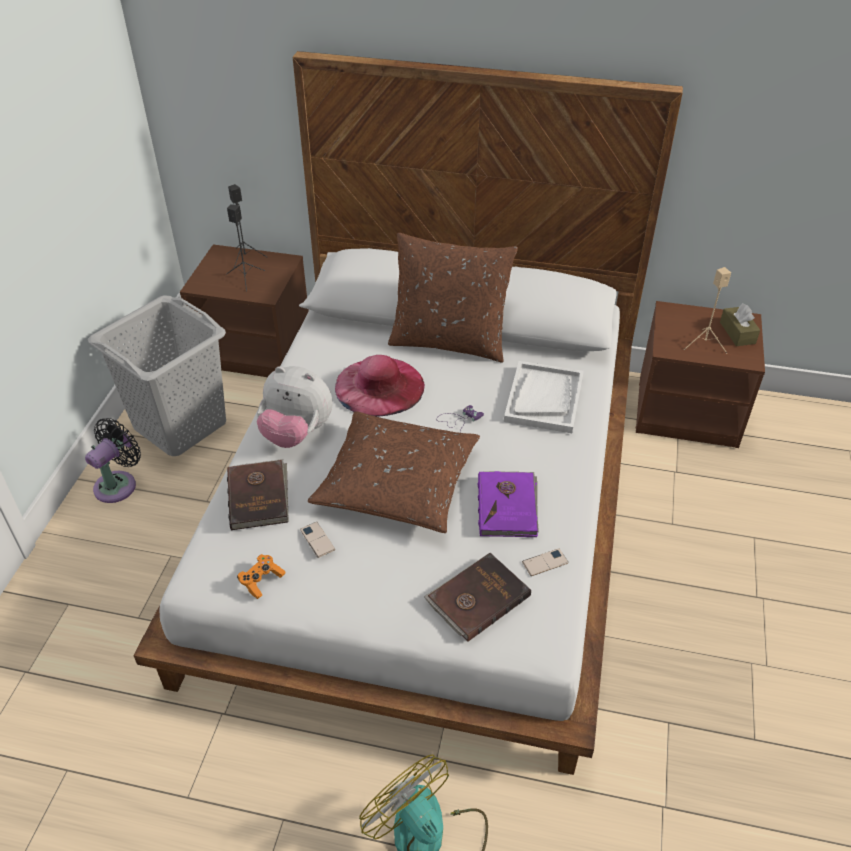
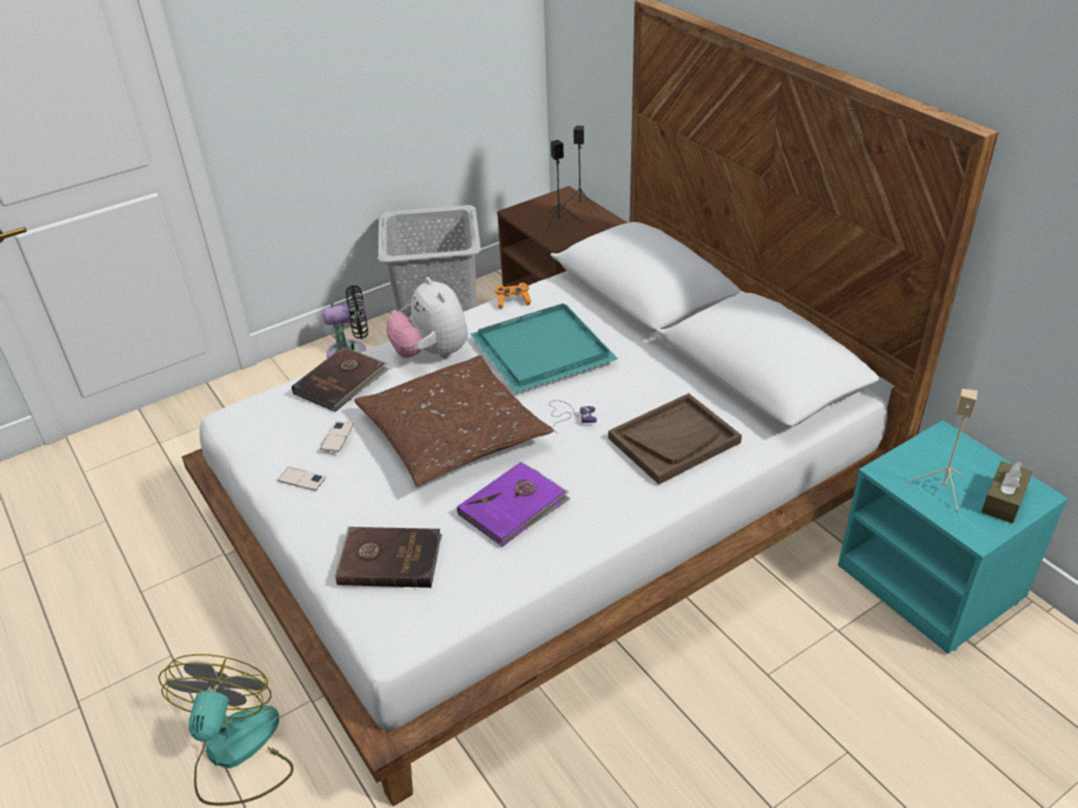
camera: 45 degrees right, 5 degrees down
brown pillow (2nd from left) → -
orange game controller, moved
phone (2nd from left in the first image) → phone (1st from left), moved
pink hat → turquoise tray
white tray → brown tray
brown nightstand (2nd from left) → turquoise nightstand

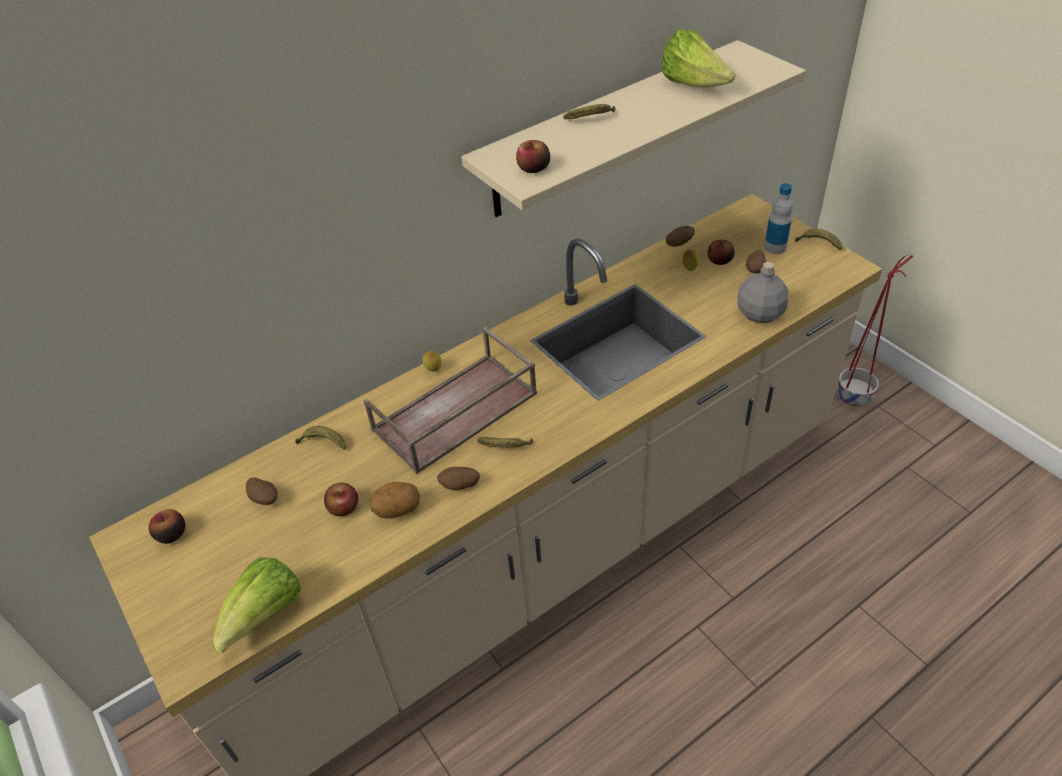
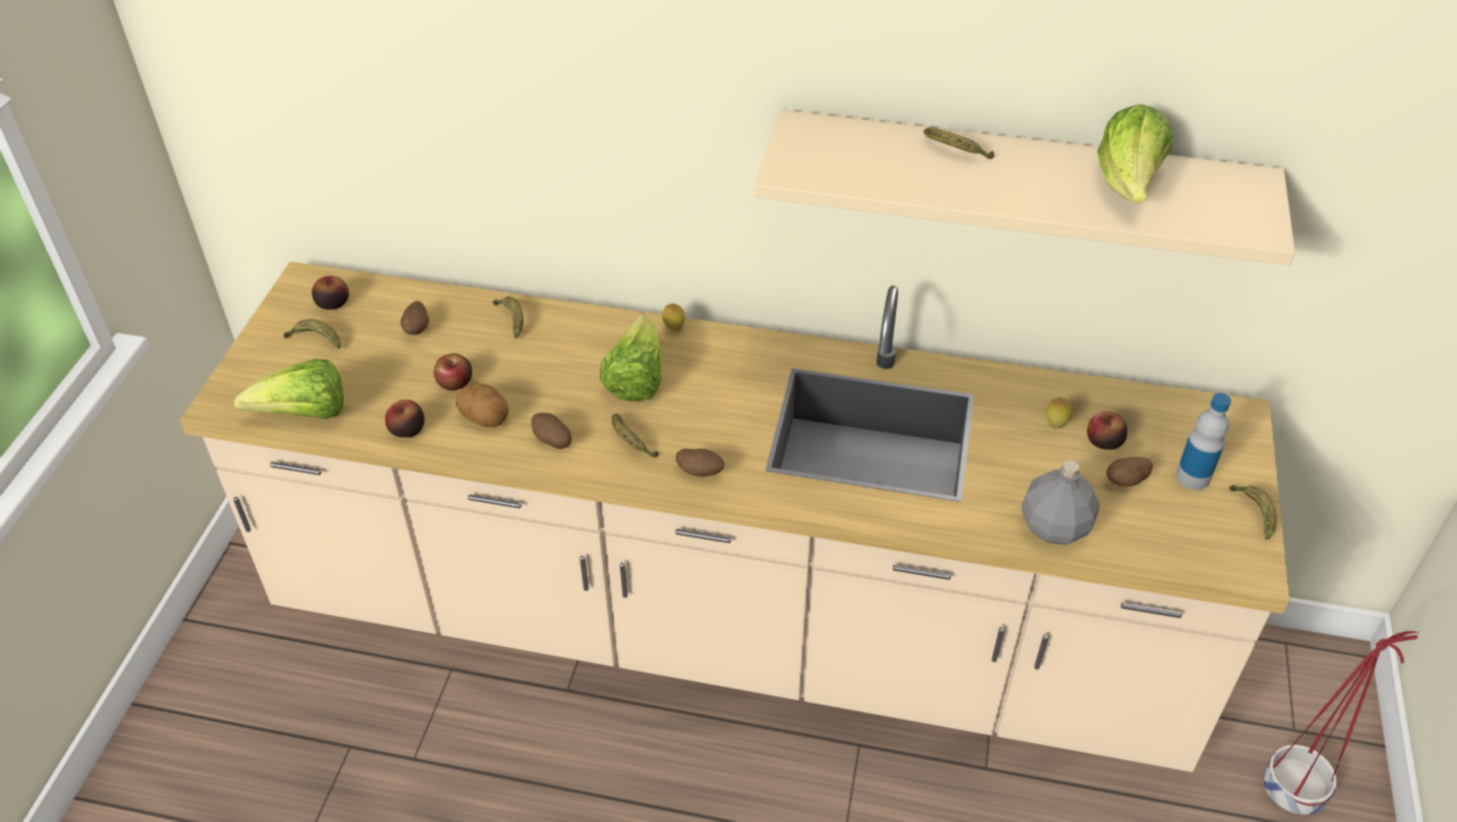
camera: 45 degrees right, 0 degrees up
- → banana (1st from left)
apple (3rd from left in the first image) → apple (2nd from left), moved
potato (4th from left), moved
brown tray → lettuce (2nd from left)

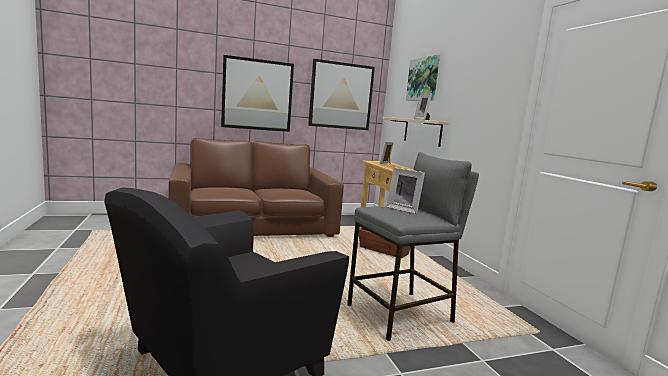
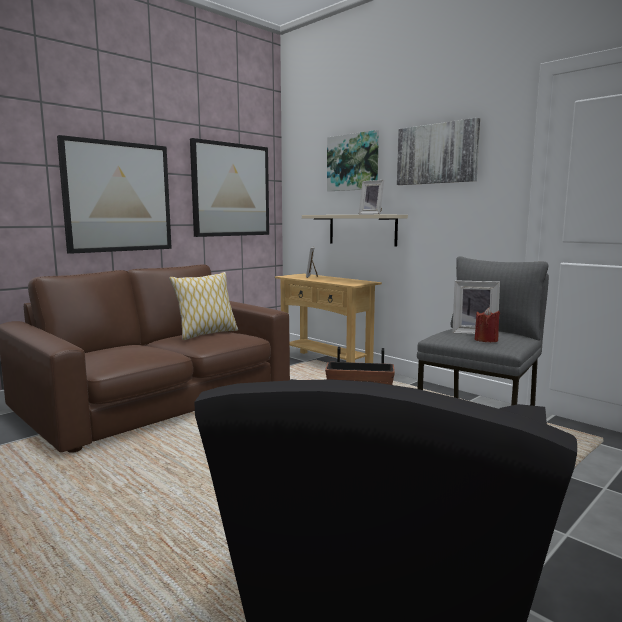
camera: 25 degrees left, 0 degrees up
- → pillow
- → picture (4th from left)
- → red candle

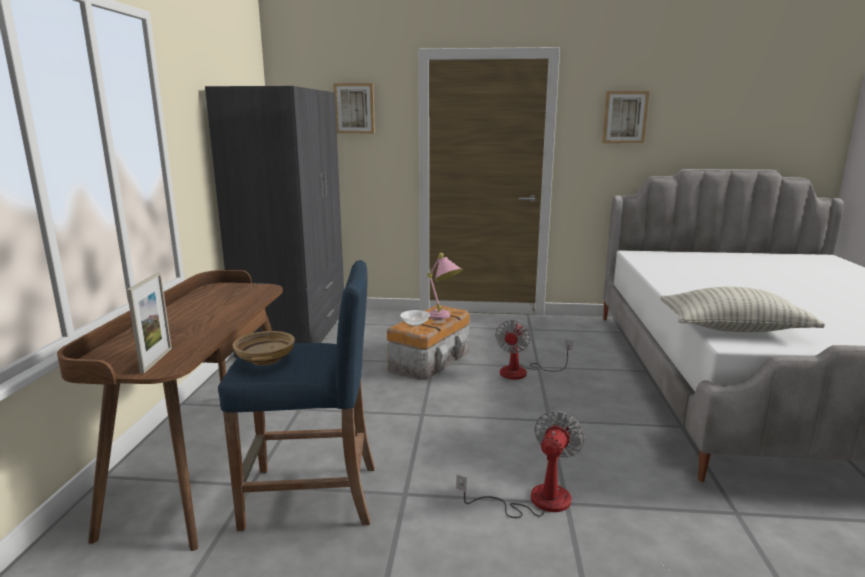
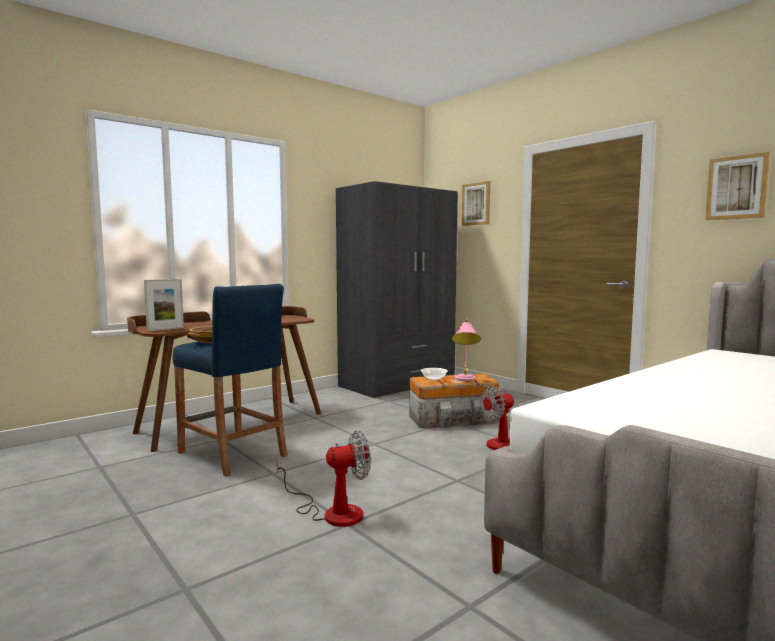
camera: 45 degrees right, 10 degrees down
pillow → -

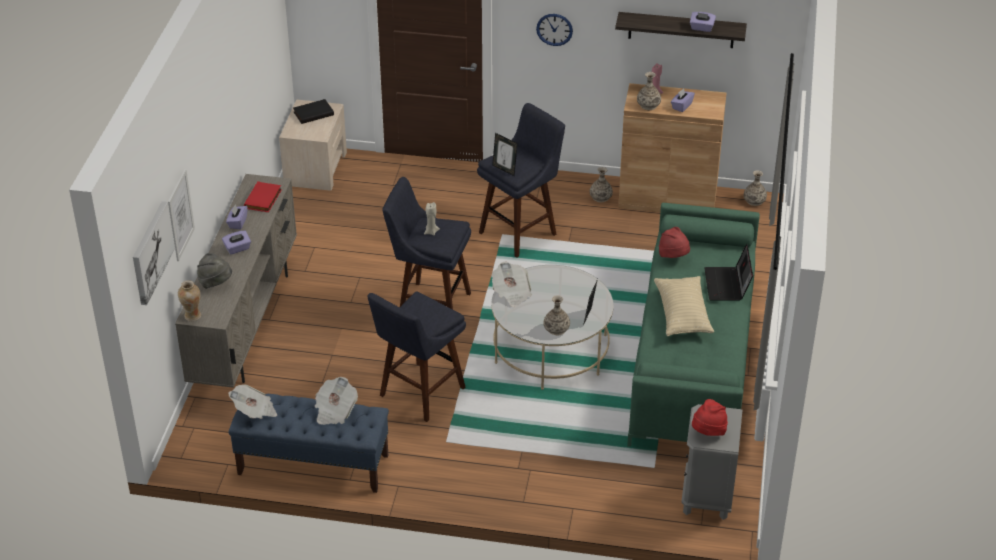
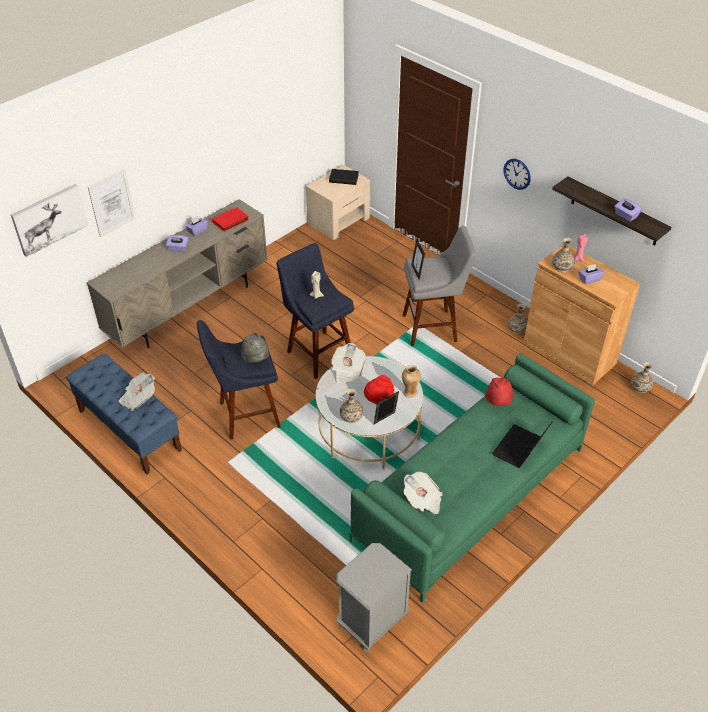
camera: 35 degrees right, 5 degrees up
beige pillow → -
vase (1st from left in the first image) → vase (2nd from left), moved
grey hat, moved
newspaper (1st from left in the first image) → newspaper (3rd from left), moved
red hat (2nd from left in the first image) → red hat (1st from left), moved
blue stool (3rd from left) → grey stool

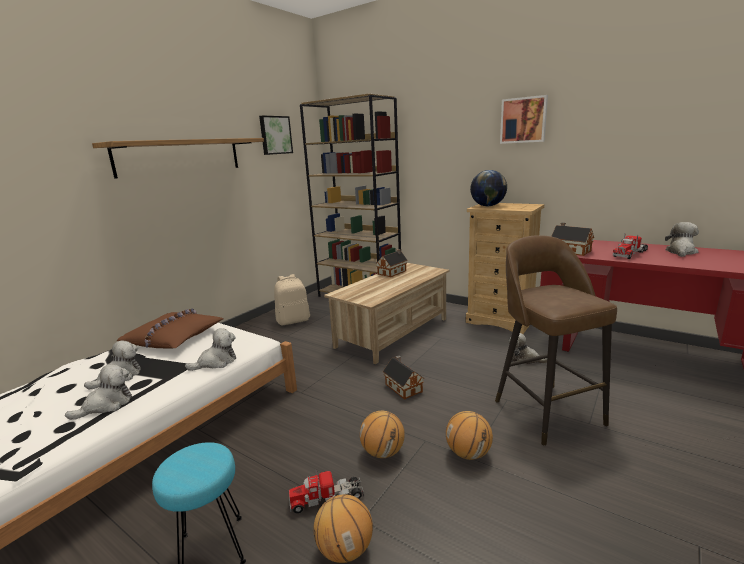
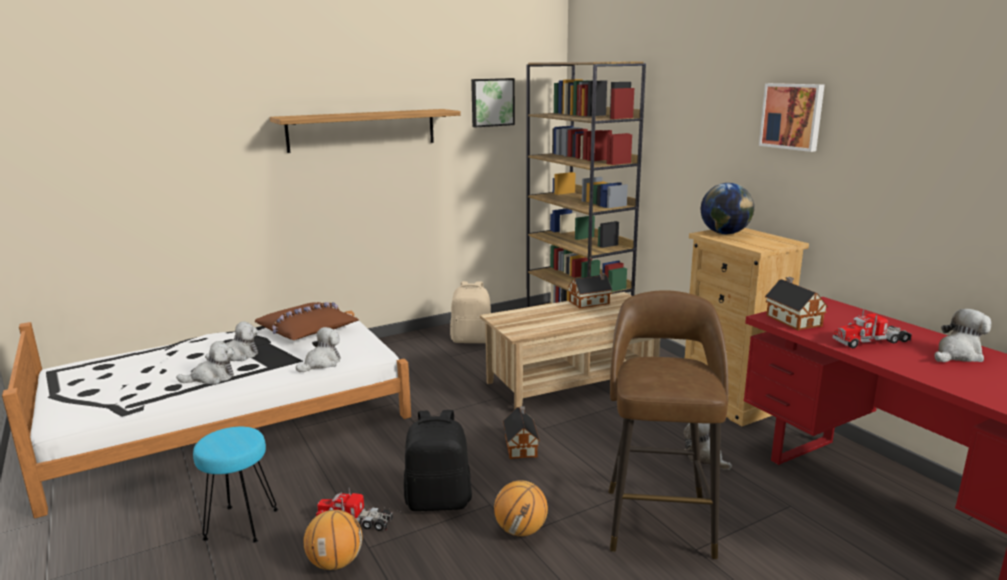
camera: 25 degrees right, 0 degrees up
basketball (2nd from left) → black backpack
plush toy (3rd from left), 45 degrees counterclockwise

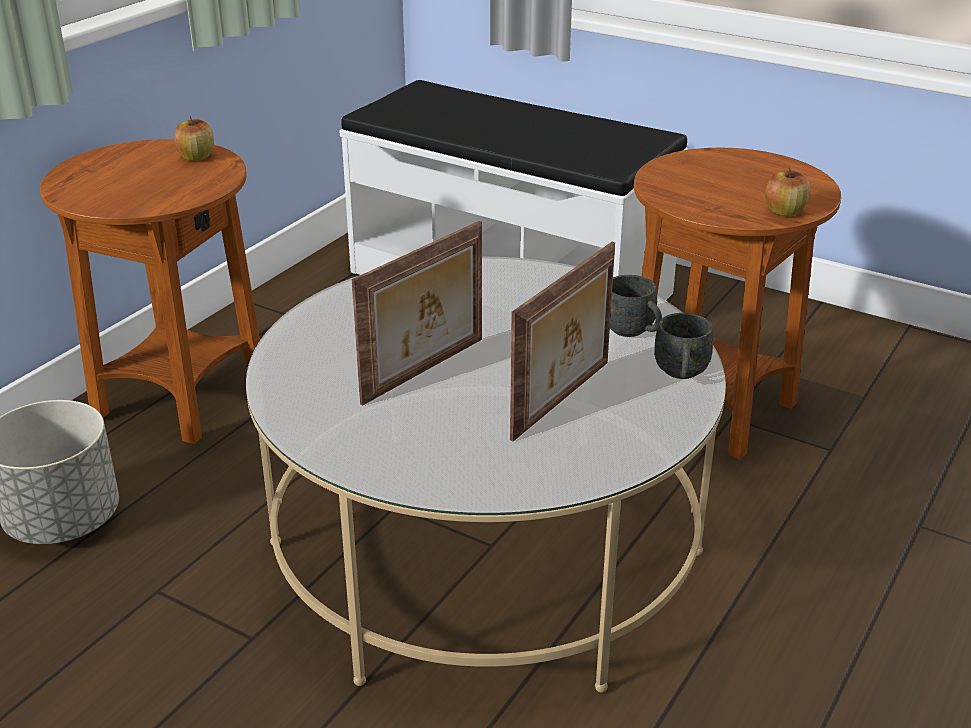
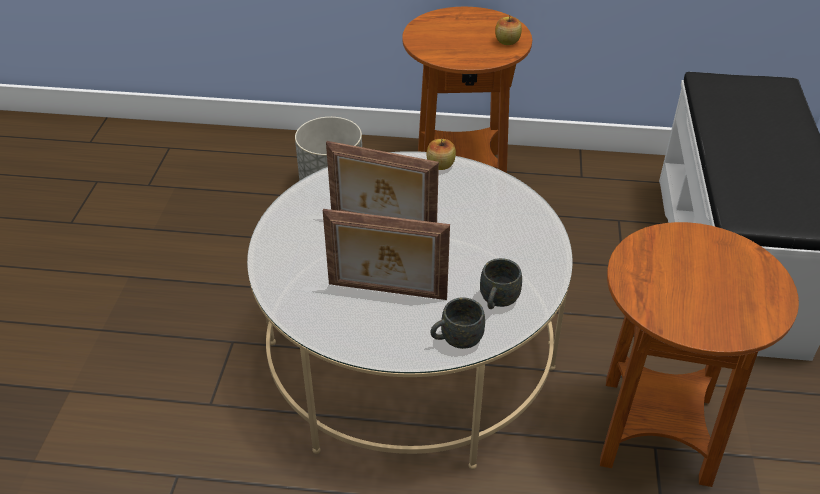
camera: 65 degrees right, 10 degrees up
apple (2nd from left in the first image) → apple (1st from left), moved

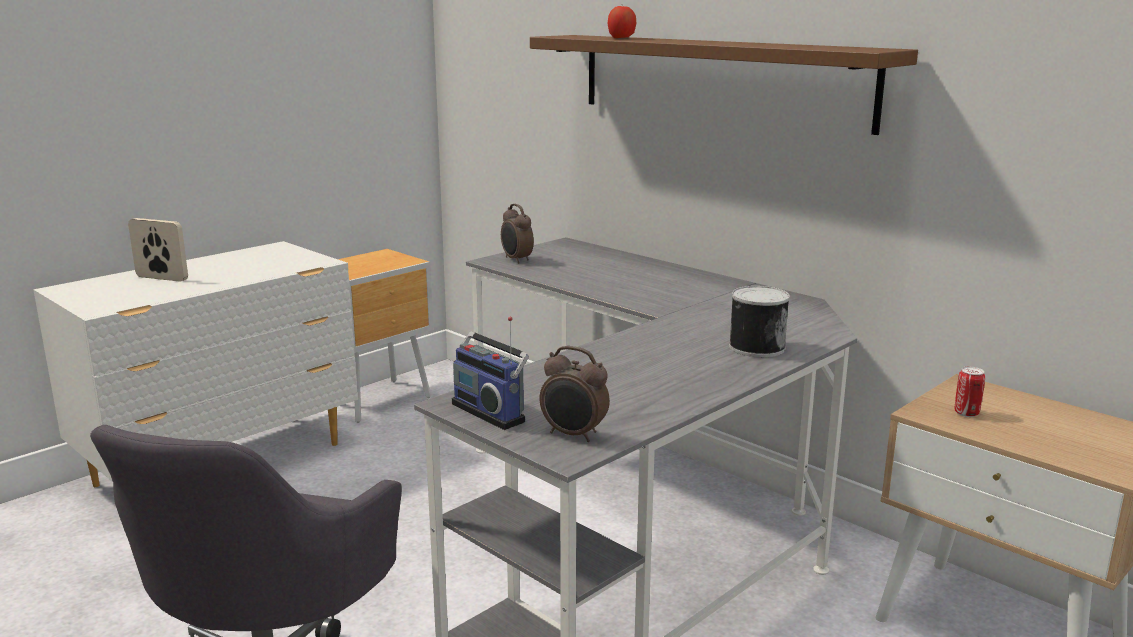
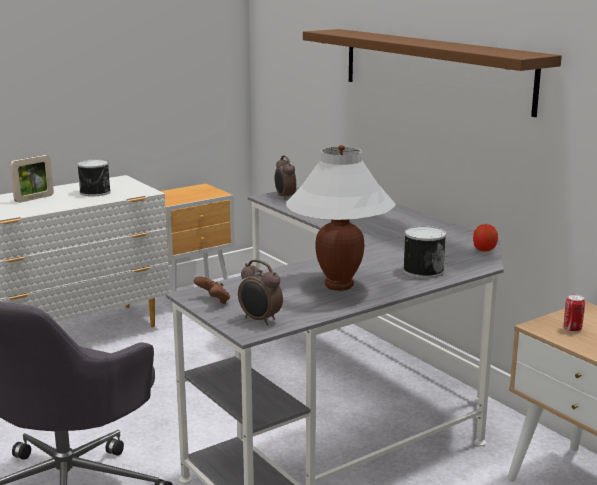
camera: 10 degrees right, 0 degrees up
- → can (1st from left)
- → white table lamp
apple, moved
radio → brown game controller
picture frame, 105 degrees clockwise

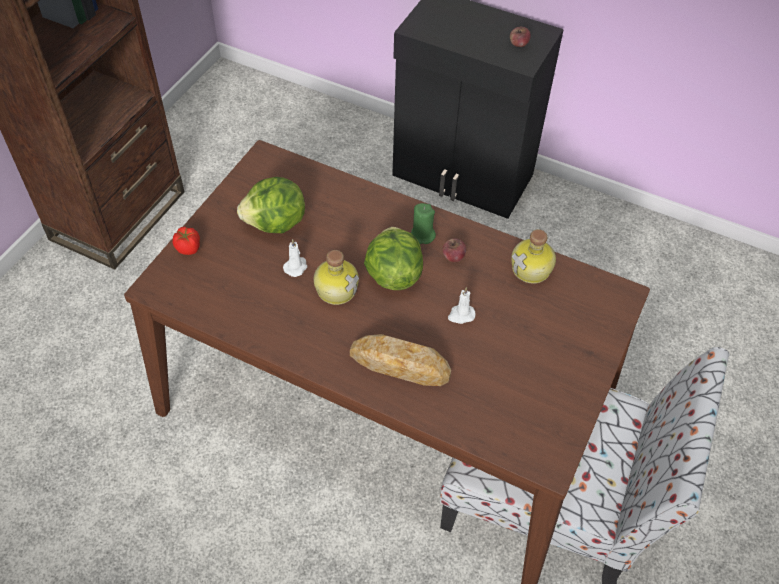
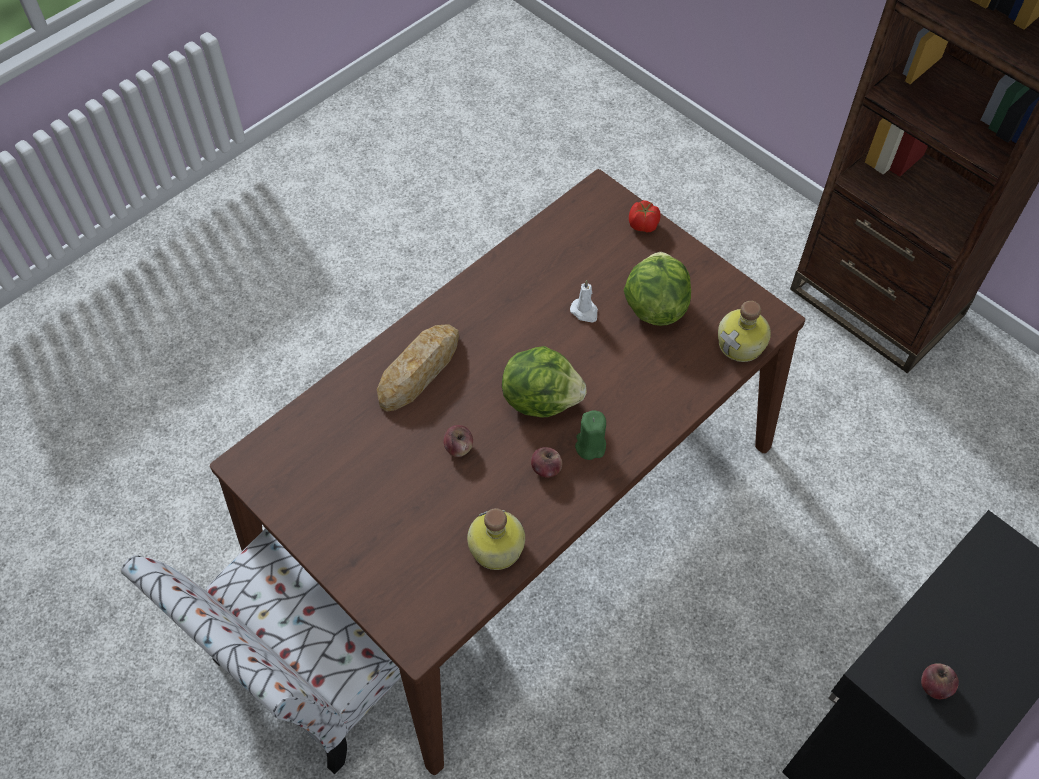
camera: 110 degrees right, 5 degrees up
bottle (1st from left in the first image) → bottle (2nd from left), moved
white candle (2nd from left) → apple (1st from left)

